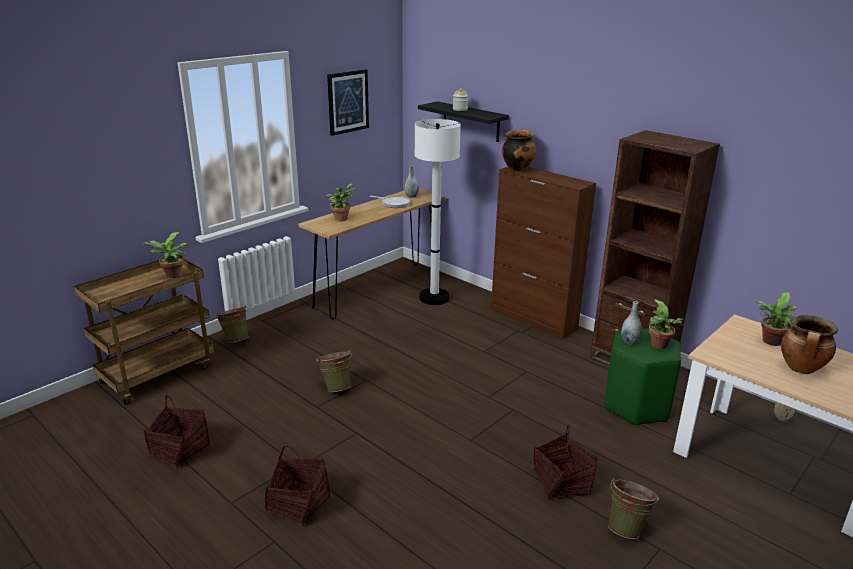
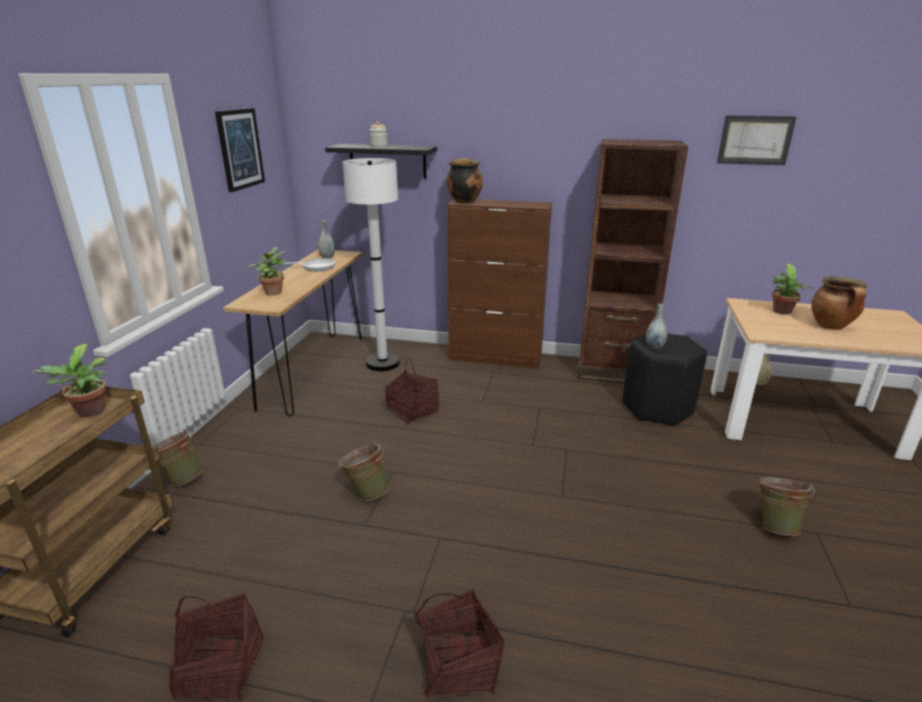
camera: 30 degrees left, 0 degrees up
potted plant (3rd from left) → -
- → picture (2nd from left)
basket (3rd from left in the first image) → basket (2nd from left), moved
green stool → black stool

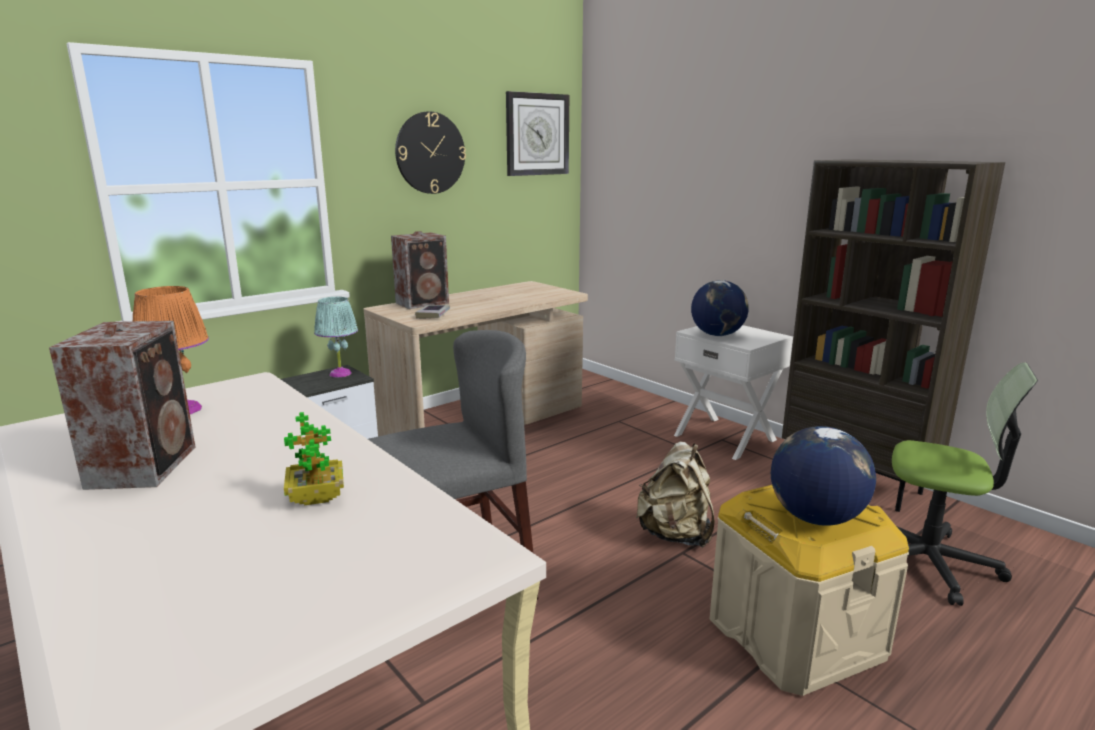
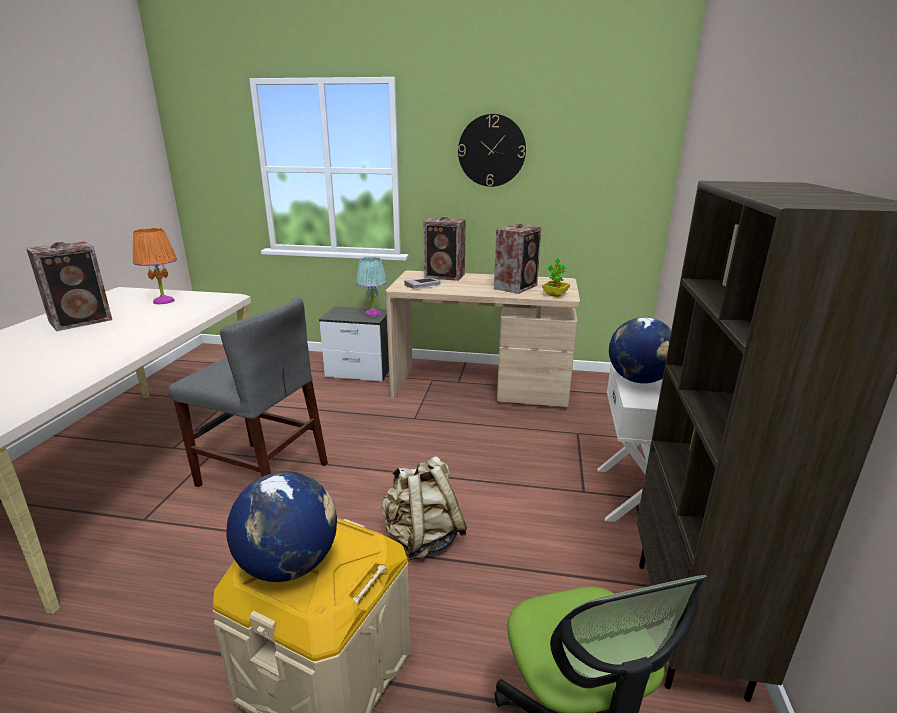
camera: 50 degrees right, 5 degrees up
wall clock (2nd from left) → -
- → speaker (3rd from left)
potted plant, moved

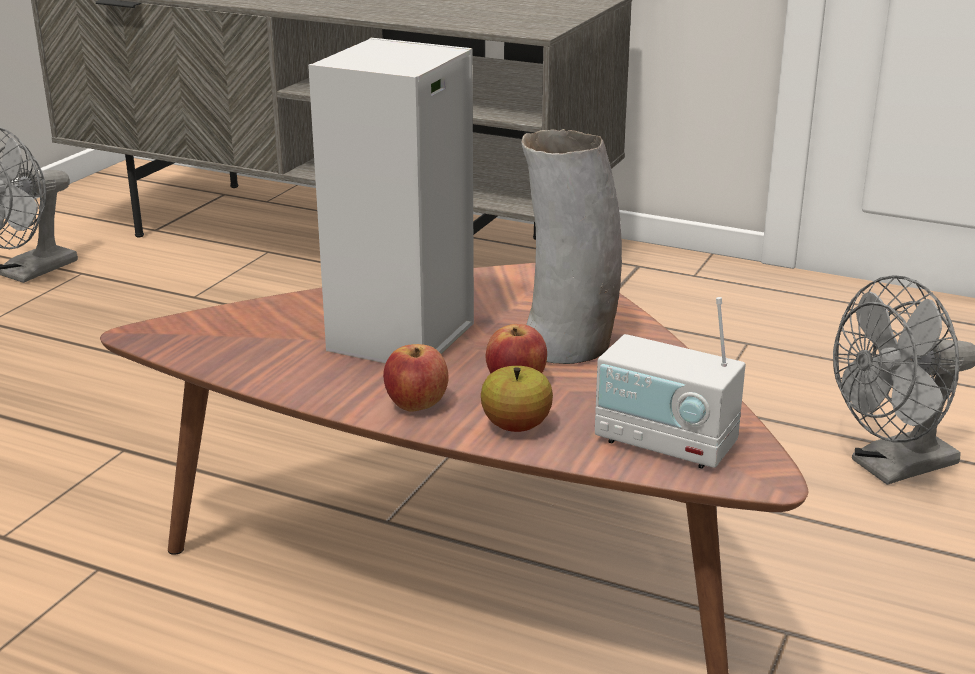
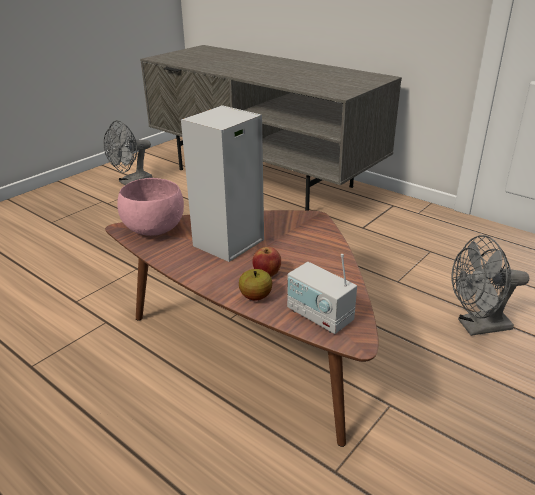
camera: 15 degrees right, 5 degrees up
apple (1st from left) → -
vase → -
- → pink bowl

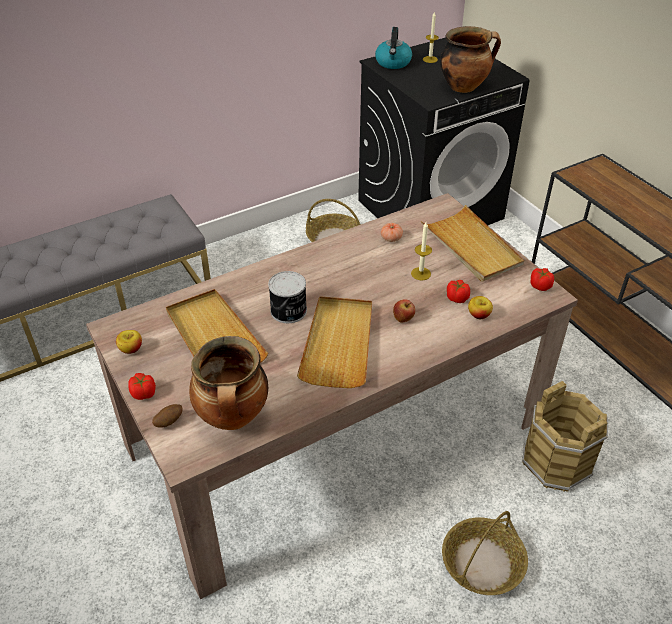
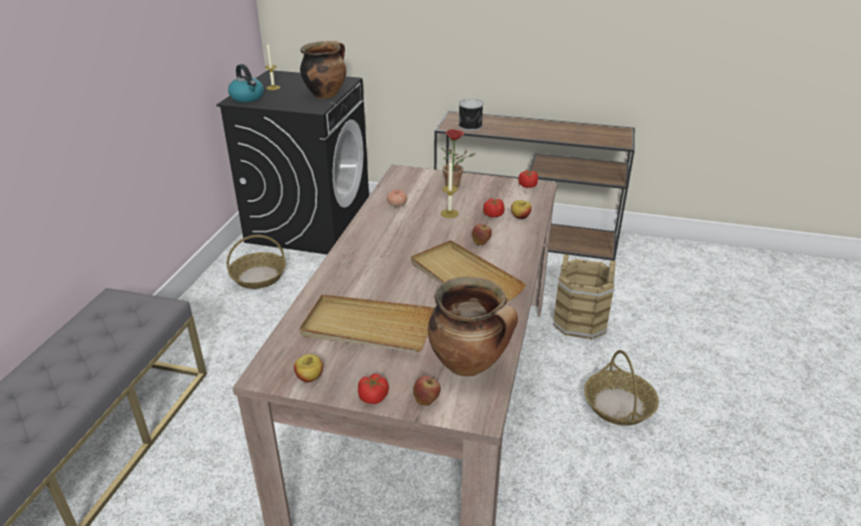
camera: 45 degrees left, 10 degrees down
can, moved
potato → apple (2nd from left)
beige tray (3rd from left) → potted plant

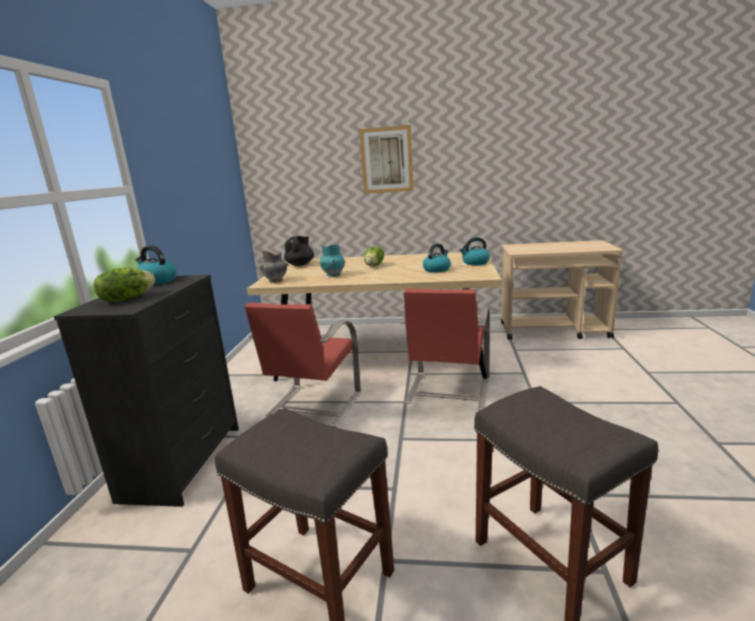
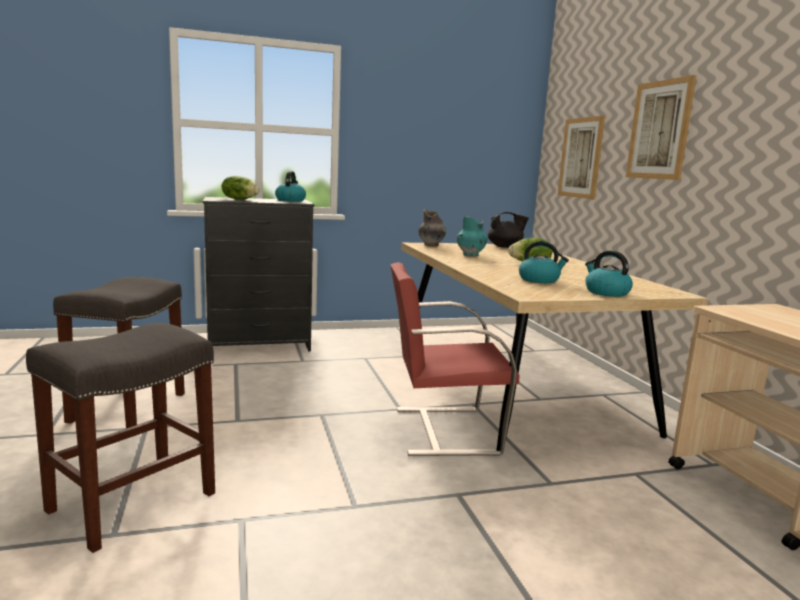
camera: 65 degrees right, 5 degrees down
red chair (1st from left) → -
- → picture (1st from left)

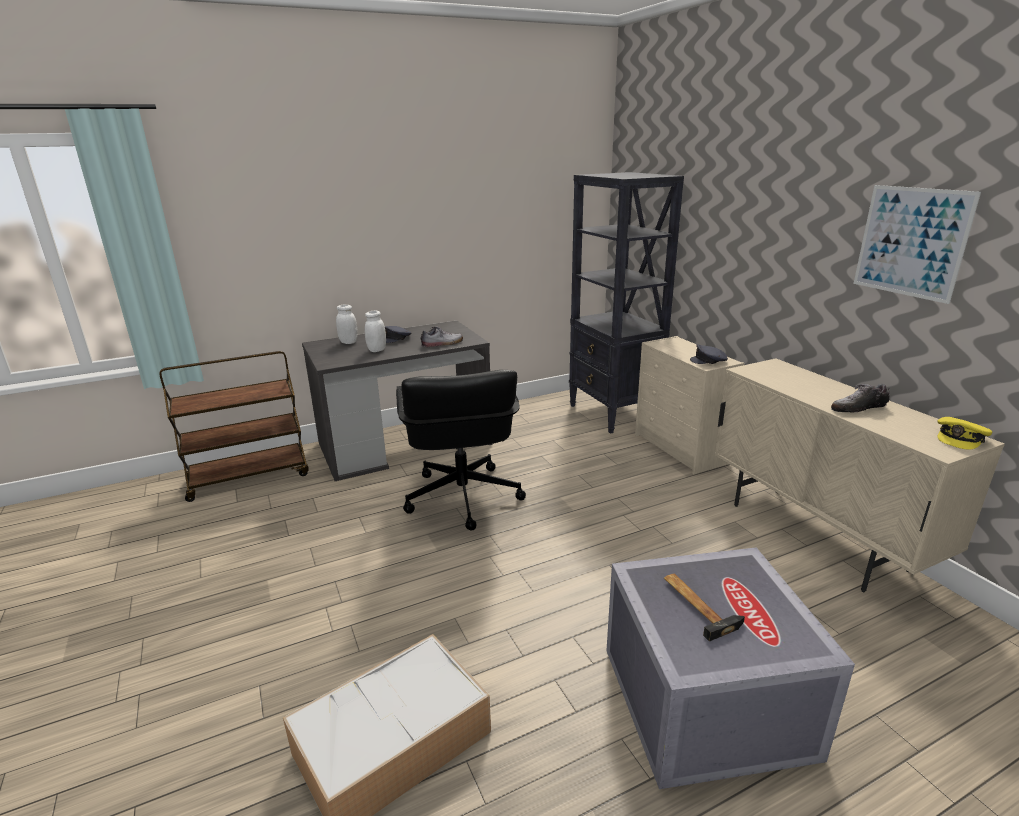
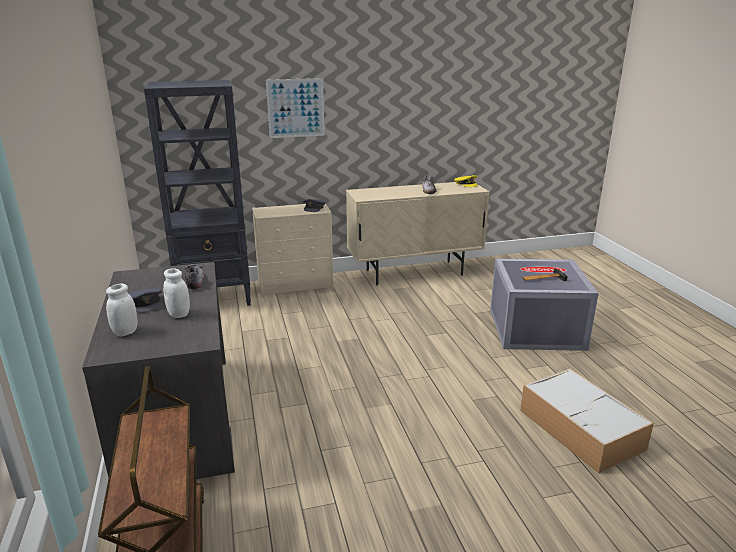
camera: 80 degrees left, 0 degrees up
black office chair → -
picture, moved

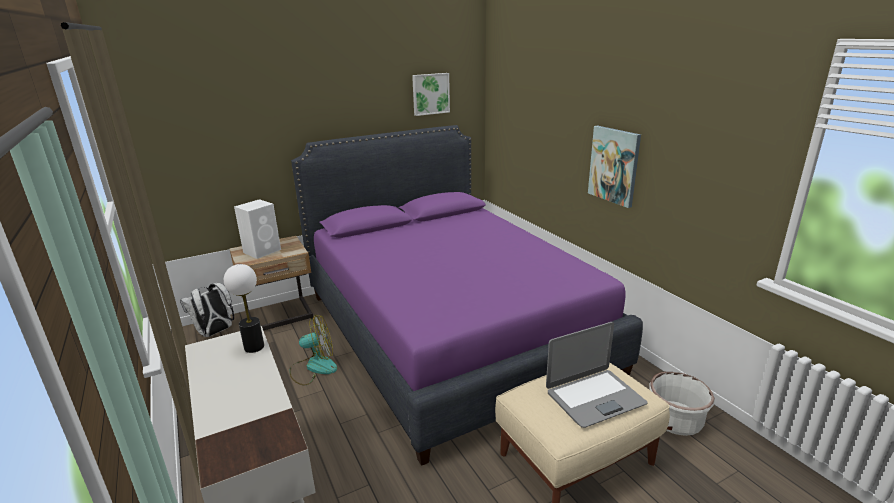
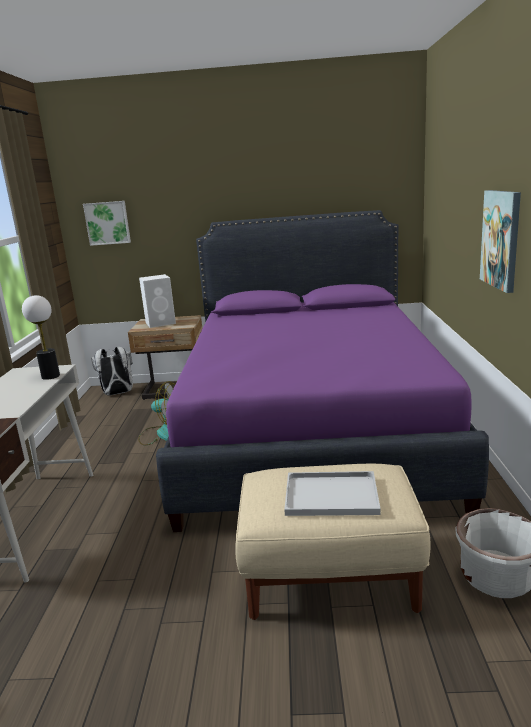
camera: 30 degrees right, 5 degrees down
picture (1st from left), moved
laptop → white tray

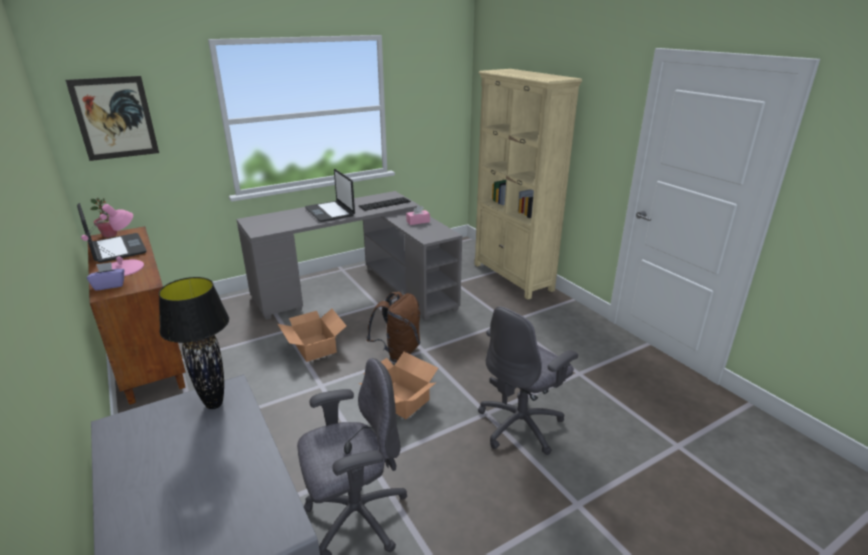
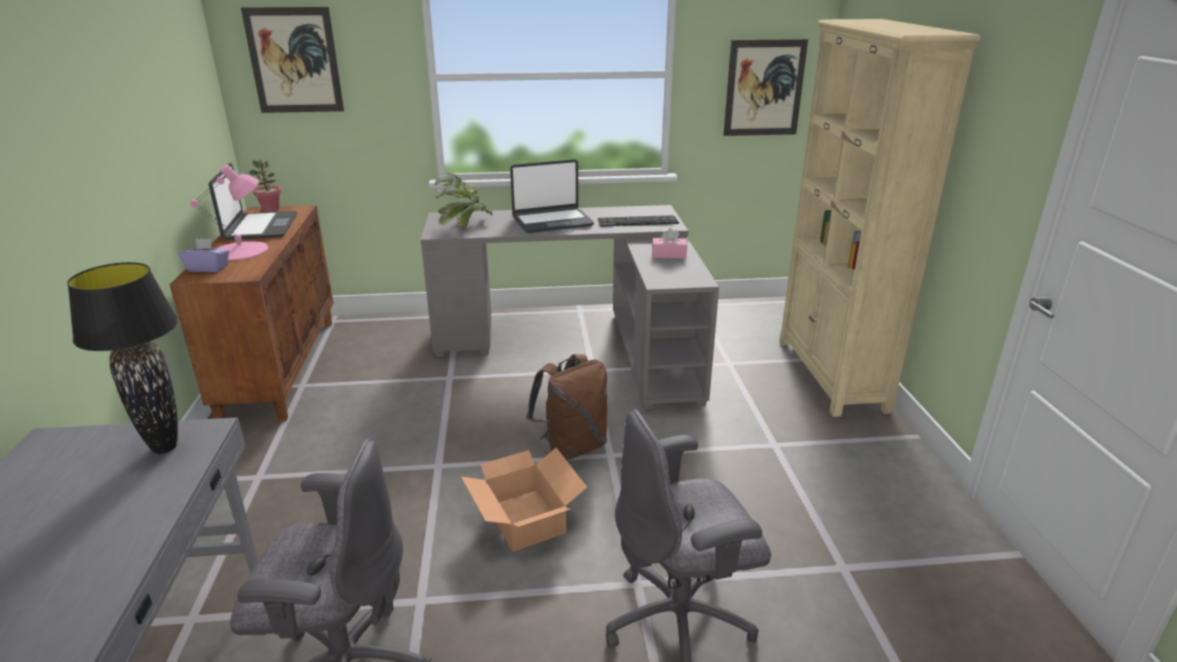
camera: 25 degrees right, 0 degrees up
cardboard box (1st from left) → -
- → potted plant (2nd from left)
- → picture (2nd from left)
laptop (2nd from left), 105 degrees counterclockwise

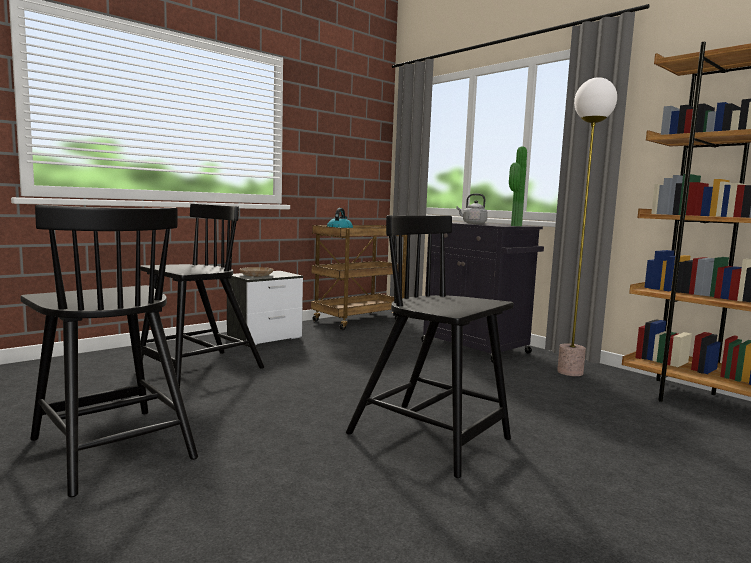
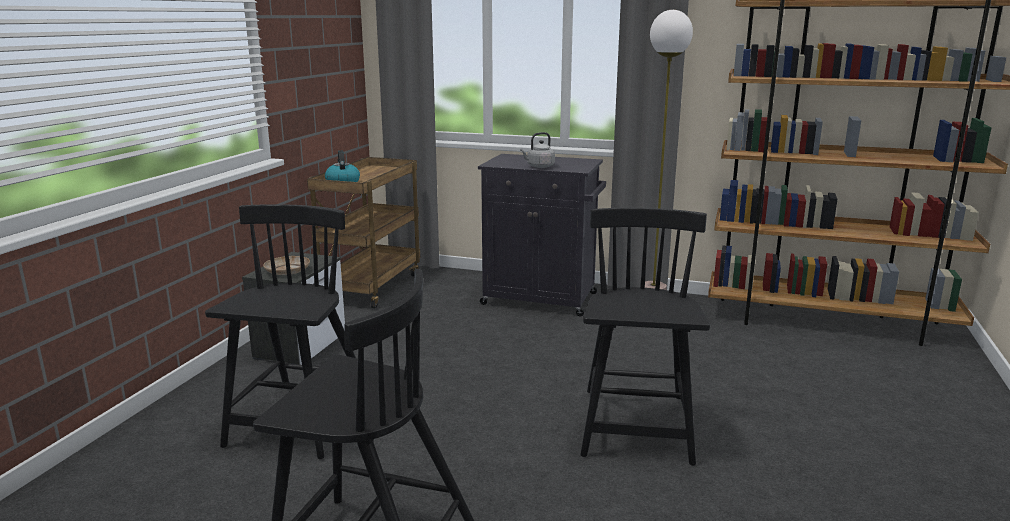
camera: 30 degrees left, 10 degrees up
potted plant → -
black chair (3rd from left), 90 degrees clockwise

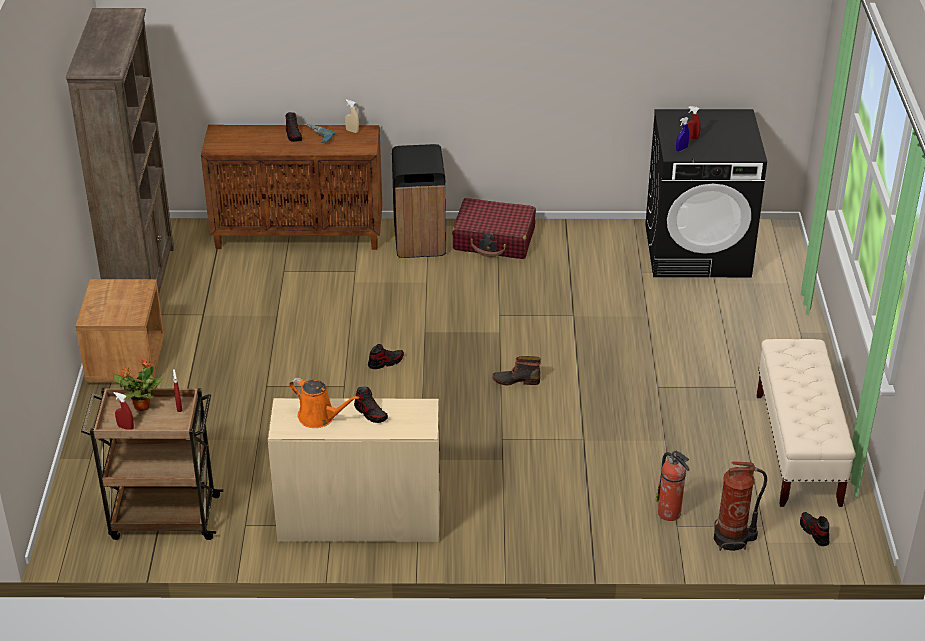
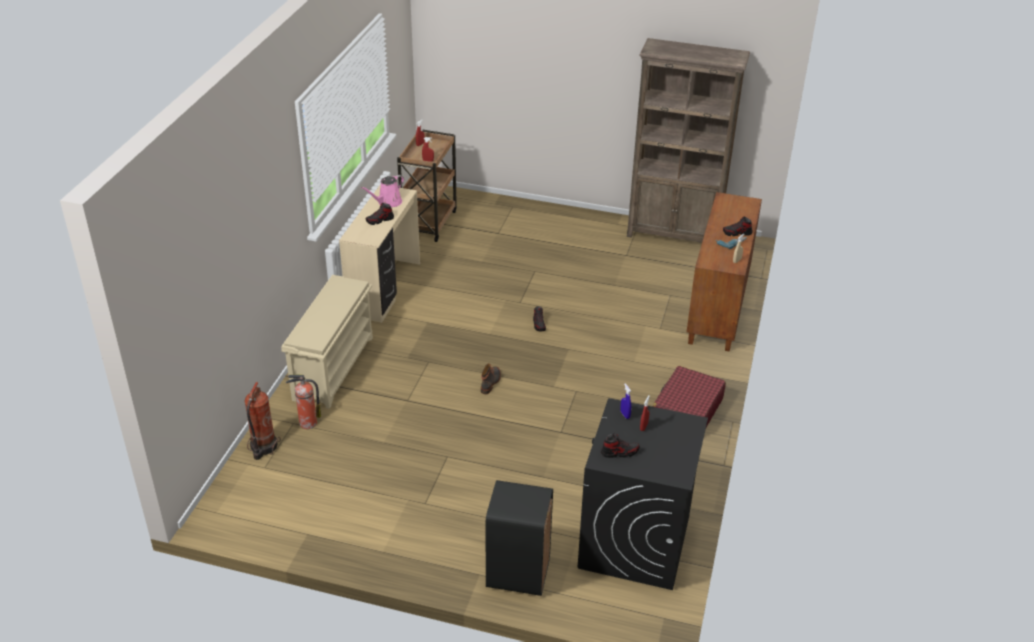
camera: 105 degrees right, 0 degrees up
brown nightstand → -
potted plant → -
beige bench → -
- → beige shoe rack
black trash can, moved
shoe (4th from left in the first image) → shoe (3rd from left), moved
orange watering can → pink watering can

